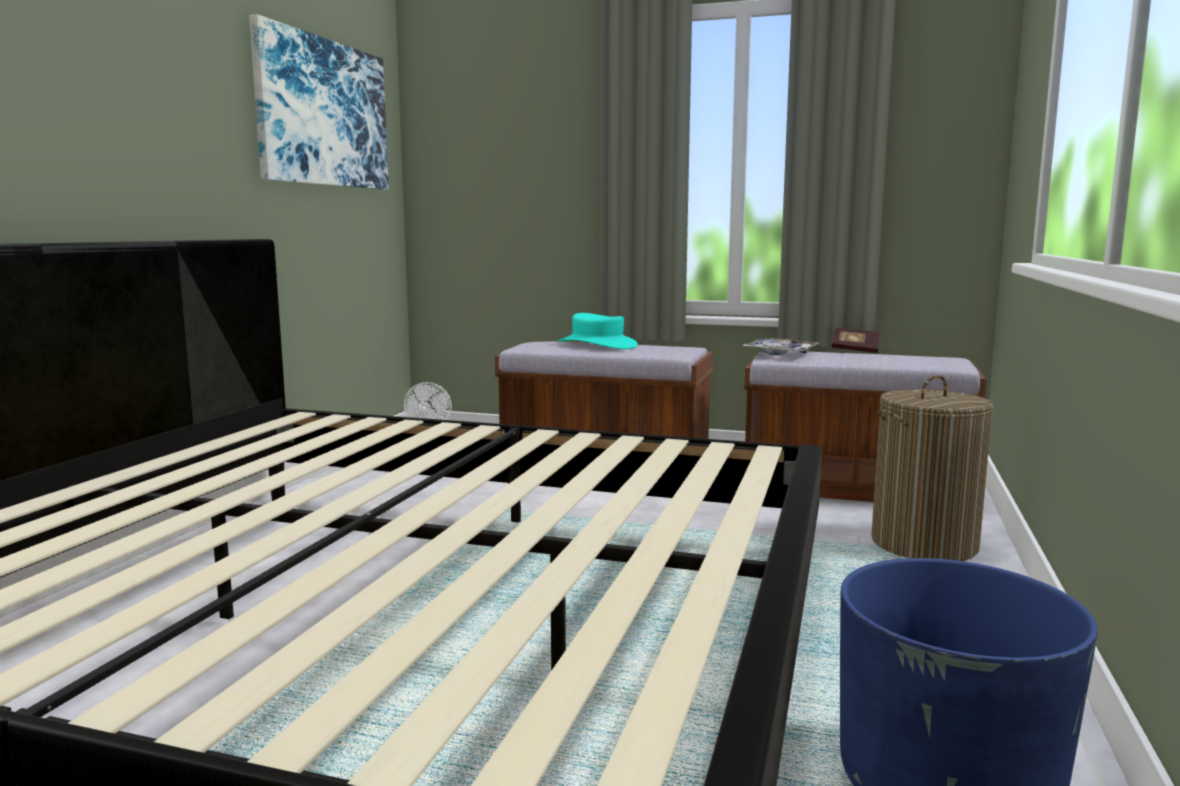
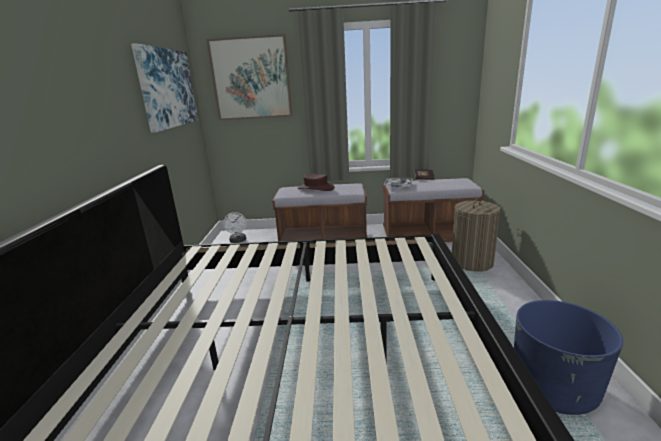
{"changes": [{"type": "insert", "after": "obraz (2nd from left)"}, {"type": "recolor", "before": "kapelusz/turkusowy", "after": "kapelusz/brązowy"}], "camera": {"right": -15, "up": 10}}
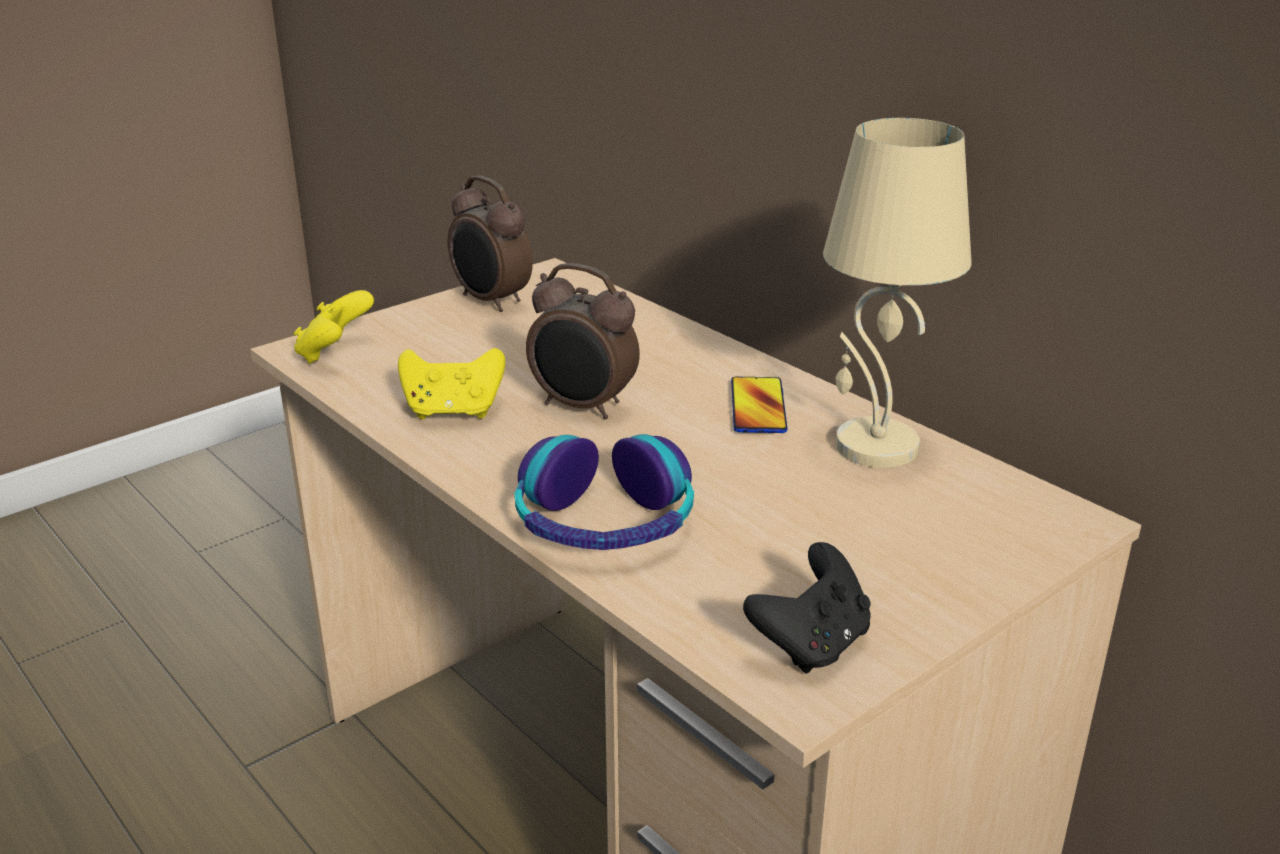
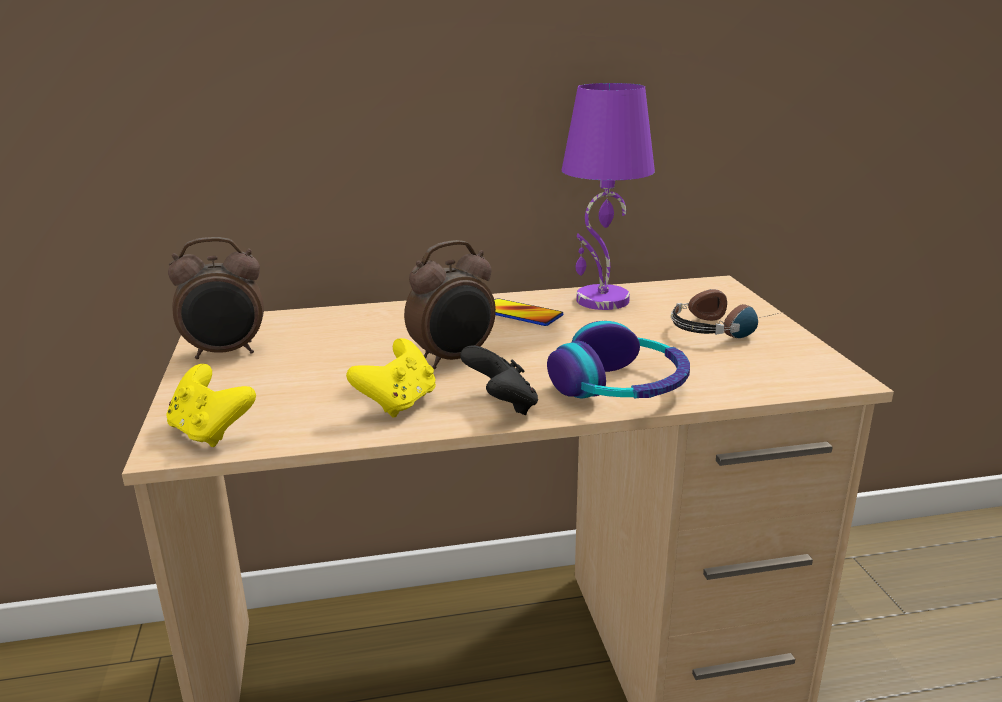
{"changes": [{"type": "move", "before": "pad do gier/czarny"}, {"type": "recolor", "before": "lampa stołowa/beżowy", "after": "lampa stołowa/fioletowy"}, {"type": "insert", "after": "słuchawki (2nd from left)"}], "camera": {"right": -60, "up": -5}}
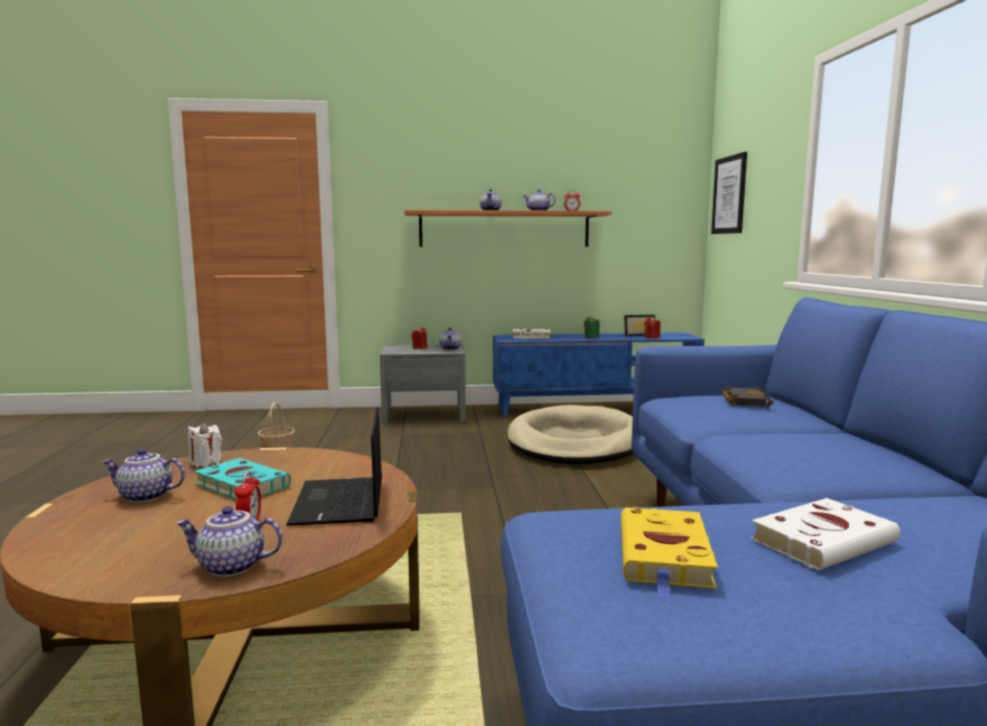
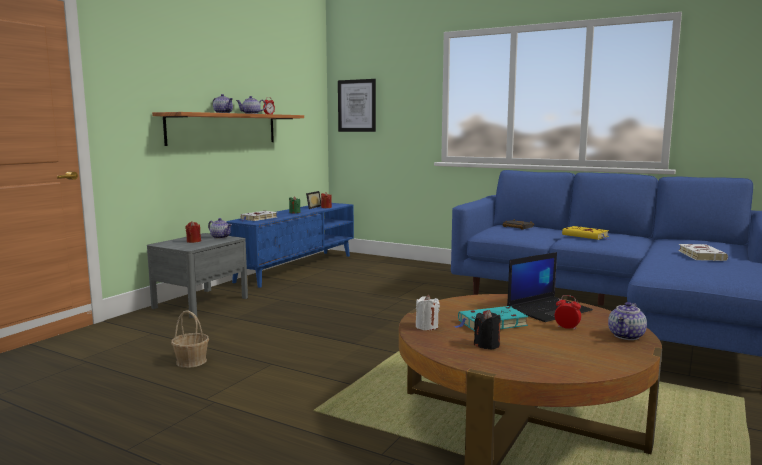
{"changes": [{"type": "replace", "before": "imbryk (1st from left)", "after": "świeca/czarny"}, {"type": "rotate", "before": "laptop", "turn": -60}, {"type": "move", "before": "książka/żółty"}, {"type": "delete", "before": "legowisko/beżowy"}], "camera": {"right": -55, "up": 0}}
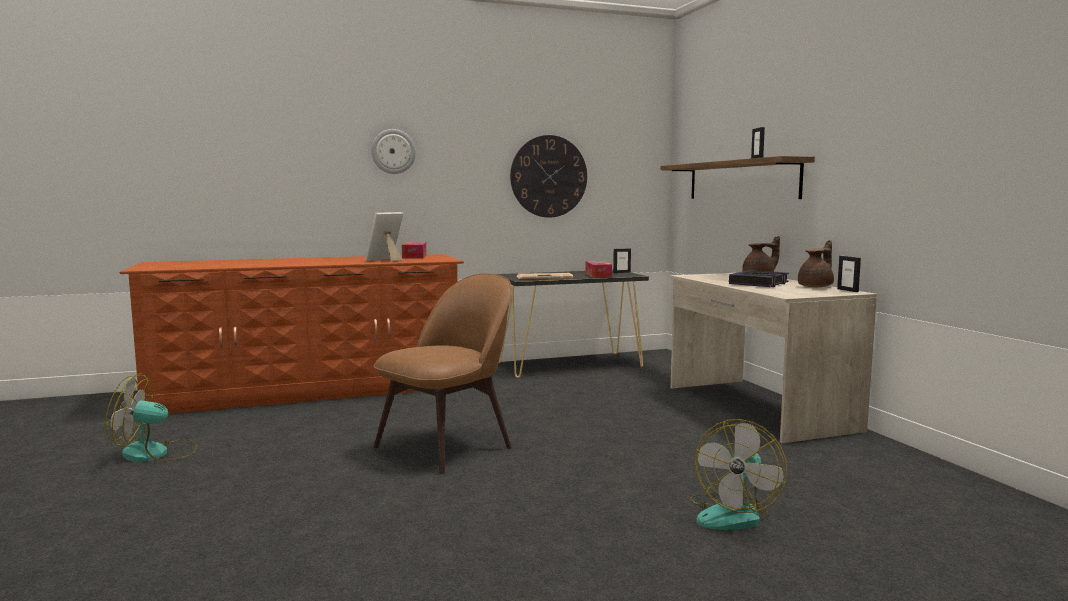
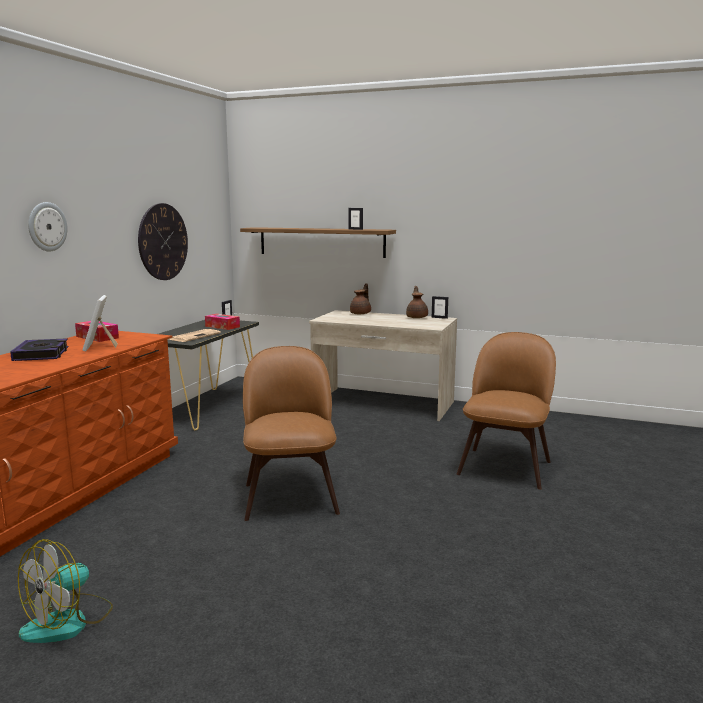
{"changes": [{"type": "move", "before": "książka"}, {"type": "replace", "before": "wentylator (2nd from left)", "after": "krzesło/brązowy (2nd from left)"}], "camera": {"right": -50, "up": 5}}
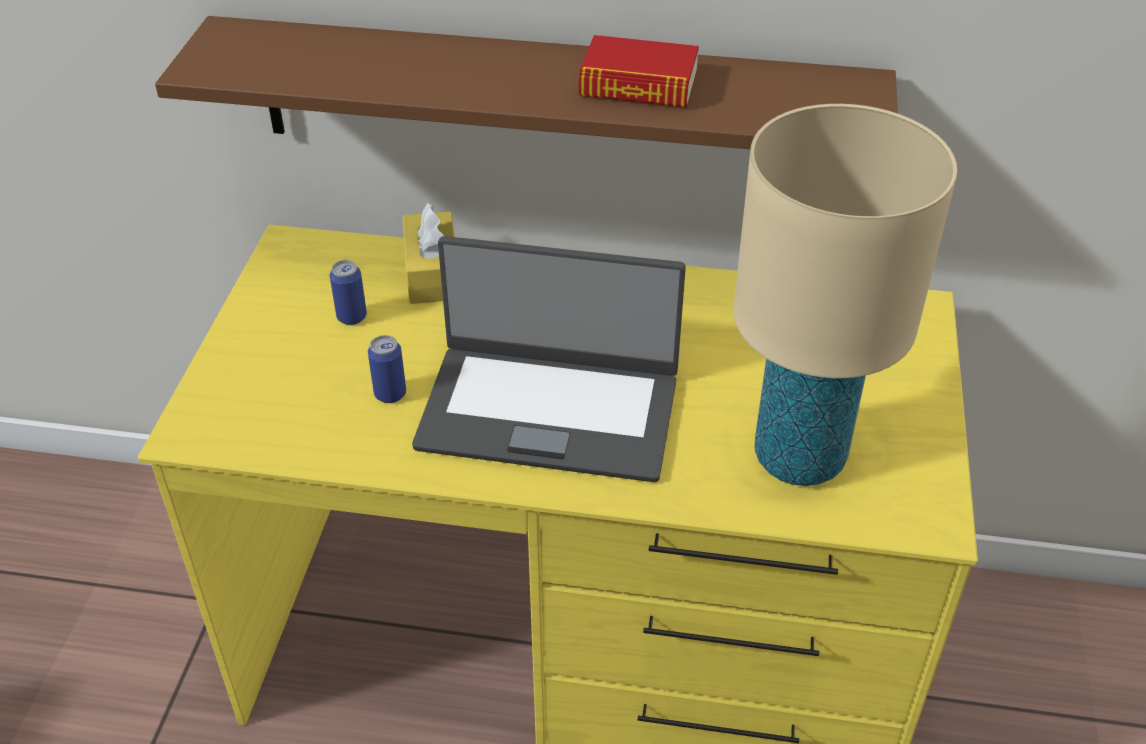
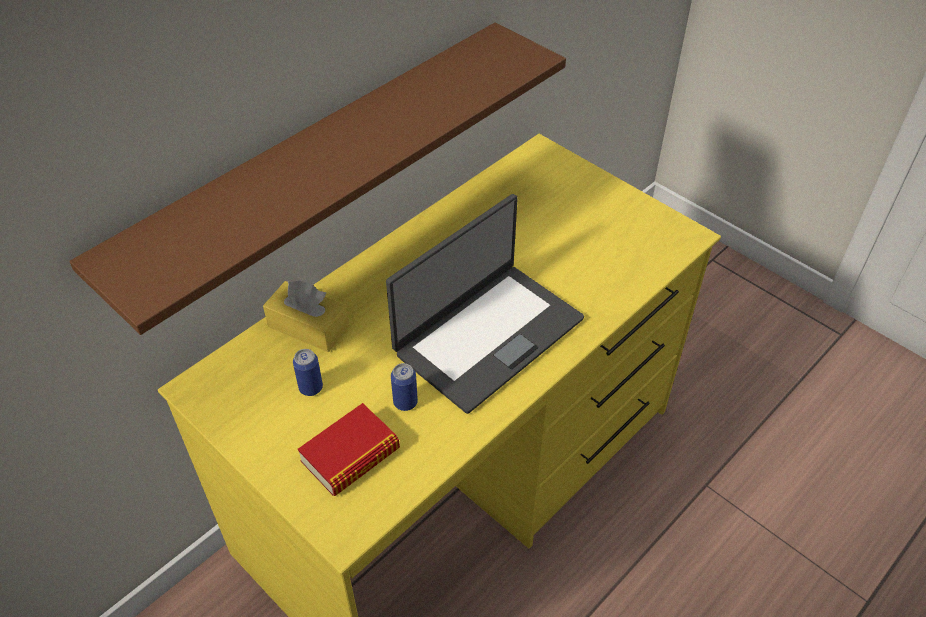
{"changes": [{"type": "move", "before": "książka"}, {"type": "delete", "before": "lampa stołowa/beżowy"}], "camera": {"right": -55, "up": 5}}
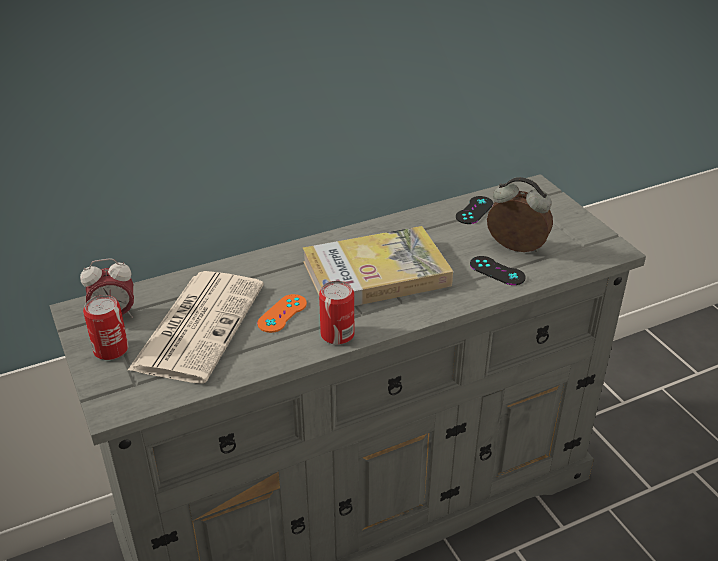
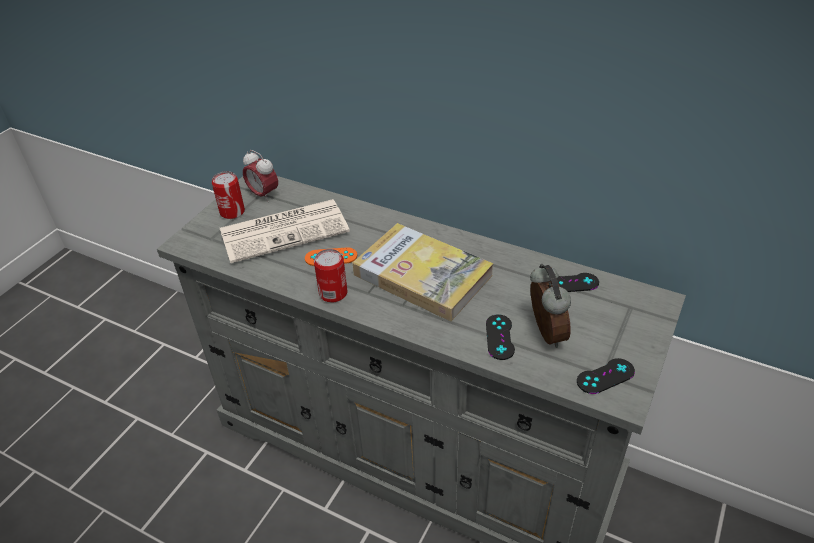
{"changes": [{"type": "insert", "after": "pad do gier/czarny (3rd from left)"}], "camera": {"right": 55, "up": 5}}
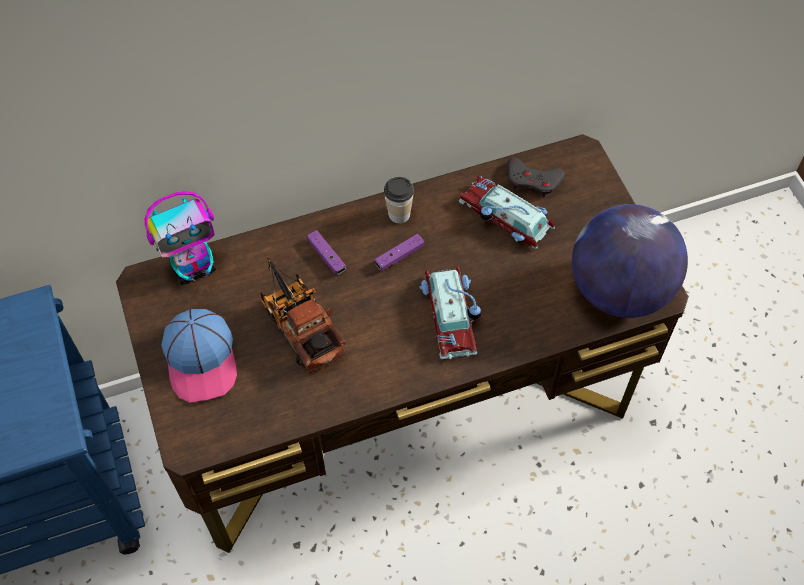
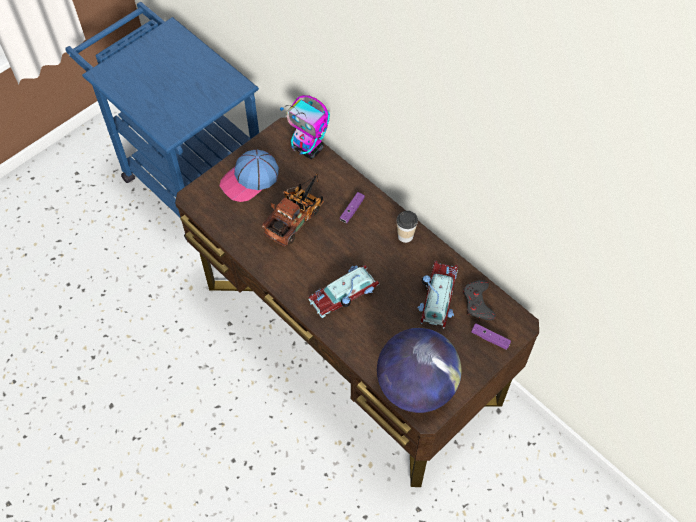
{"changes": [{"type": "move", "before": "pad do gier/fioletowy (2nd from left)"}], "camera": {"right": 65, "up": 0}}
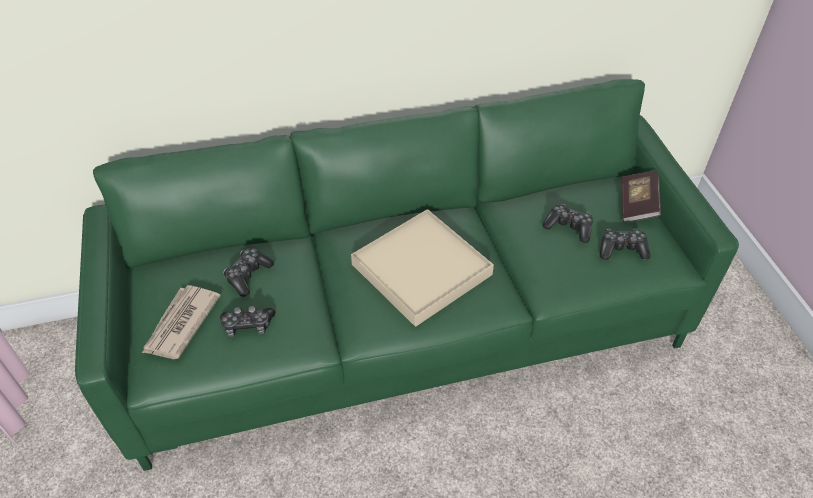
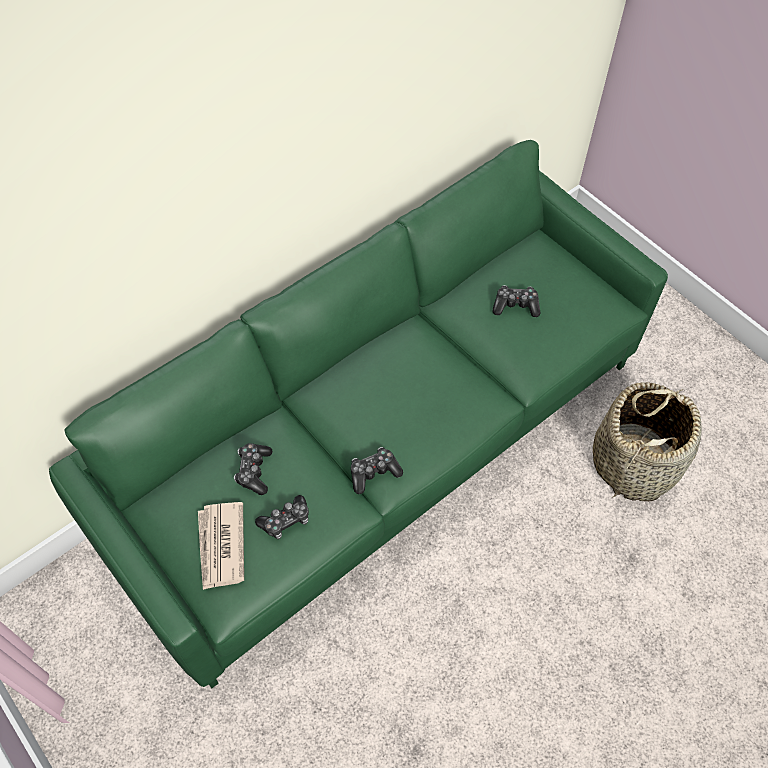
{"changes": [{"type": "move", "before": "pad do gier (4th from left in the first image)", "after": "pad do gier (3rd from left)"}, {"type": "insert", "after": "koszyk"}, {"type": "delete", "before": "taca/beżowy"}, {"type": "delete", "before": "książka"}], "camera": {"right": -25, "up": 10}}
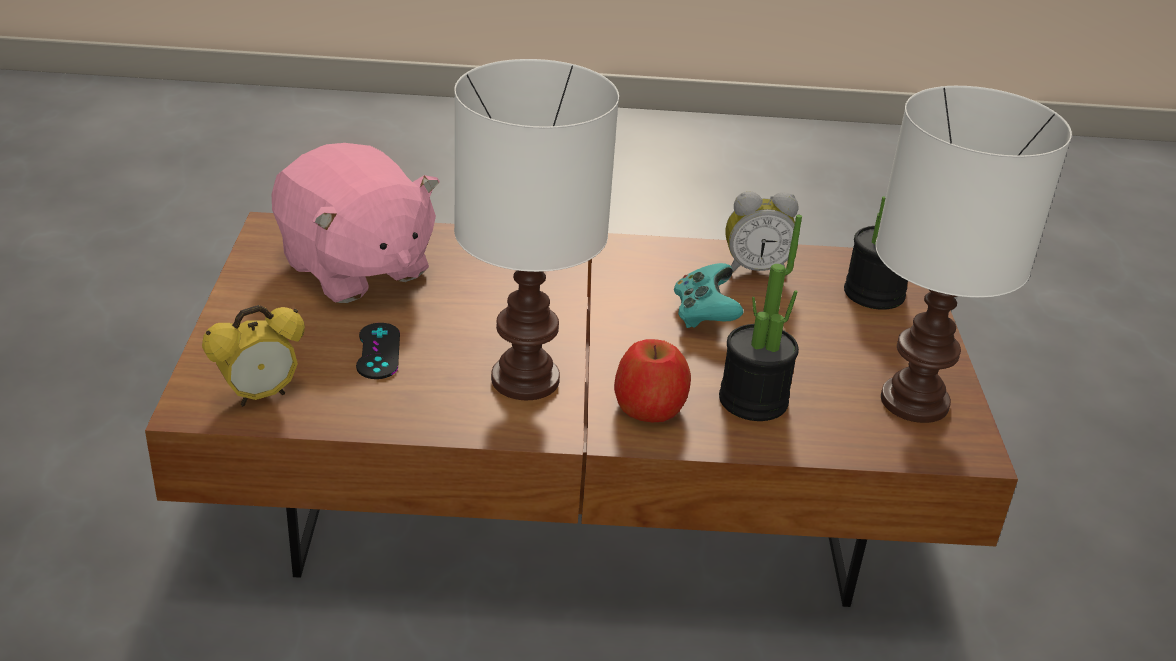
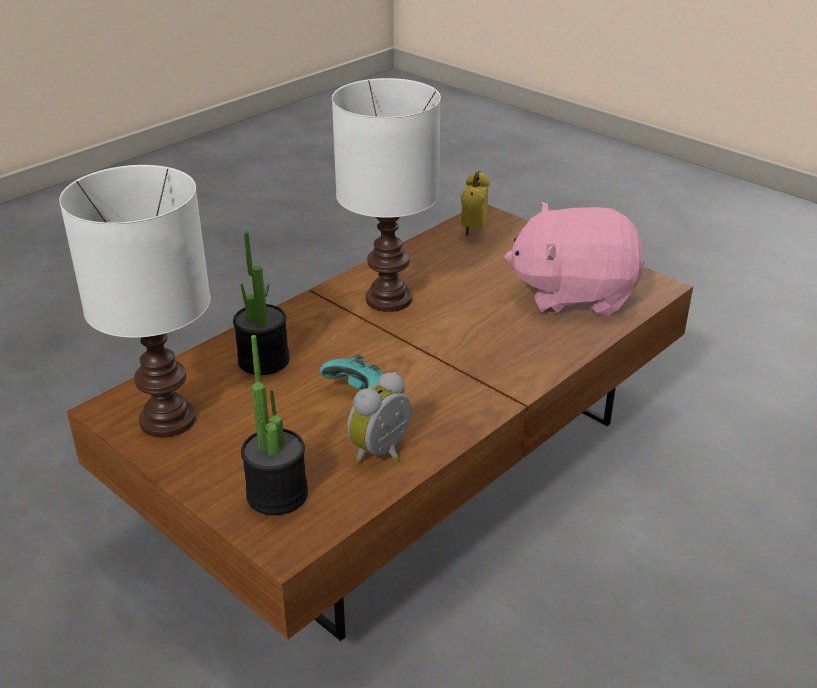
{"changes": [{"type": "delete", "before": "pad do gier/czarny"}, {"type": "delete", "before": "jabłko"}], "camera": {"right": 135, "up": 0}}
